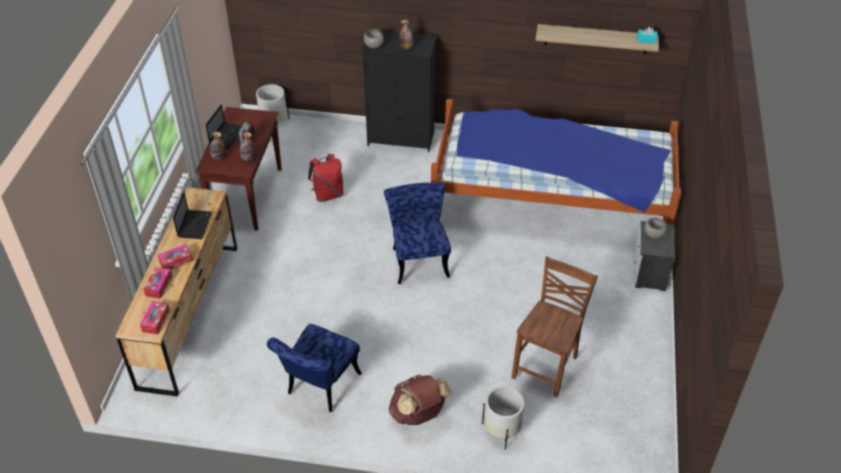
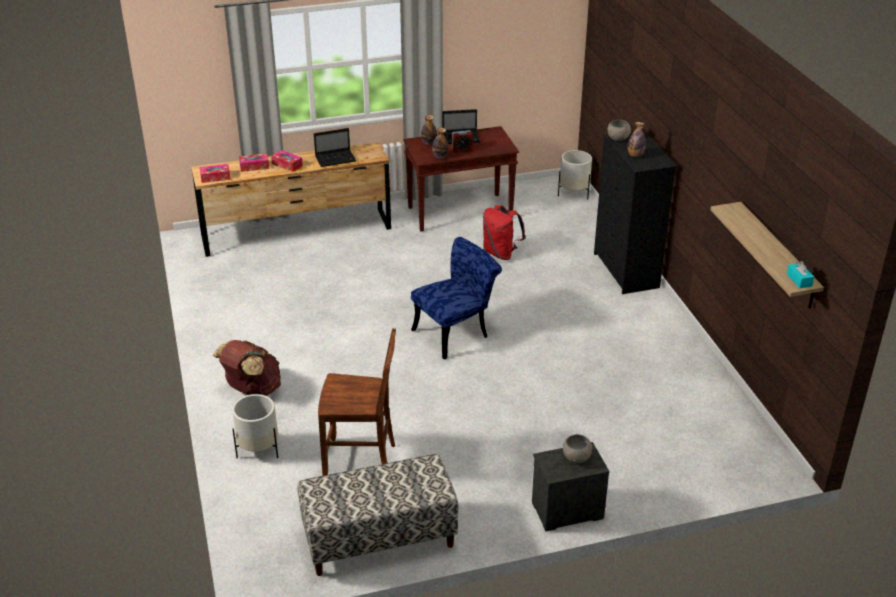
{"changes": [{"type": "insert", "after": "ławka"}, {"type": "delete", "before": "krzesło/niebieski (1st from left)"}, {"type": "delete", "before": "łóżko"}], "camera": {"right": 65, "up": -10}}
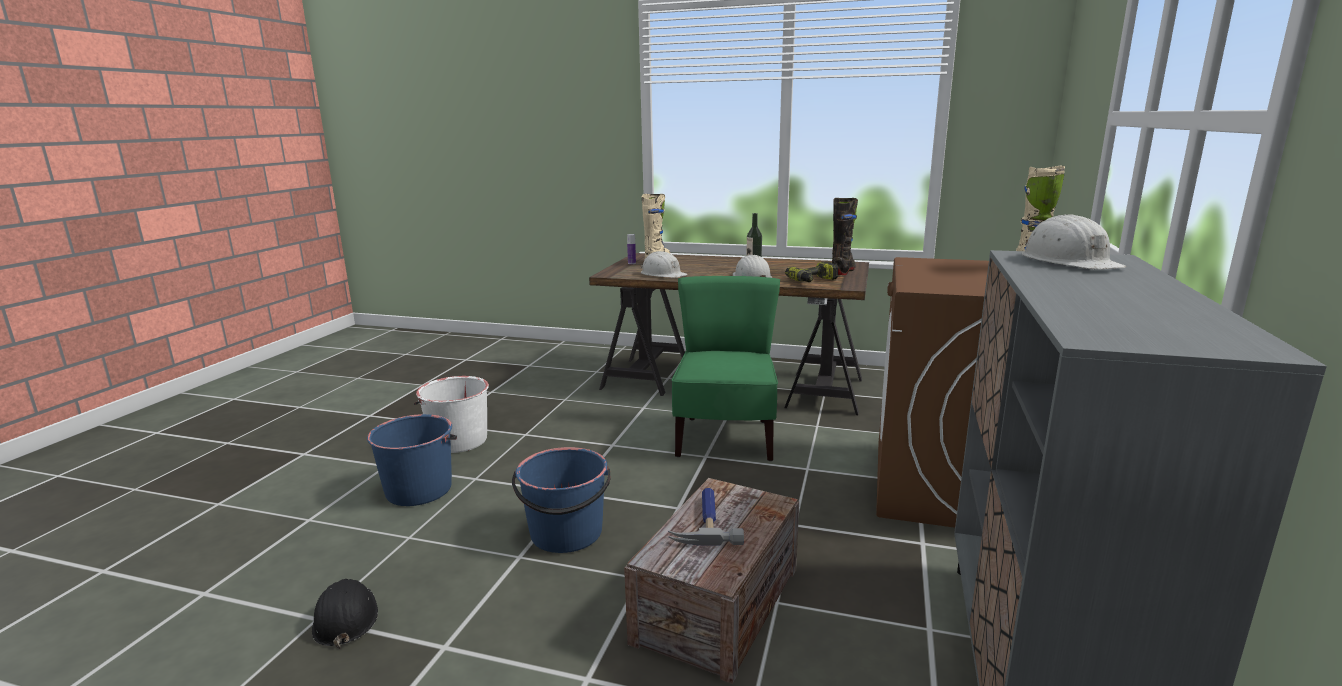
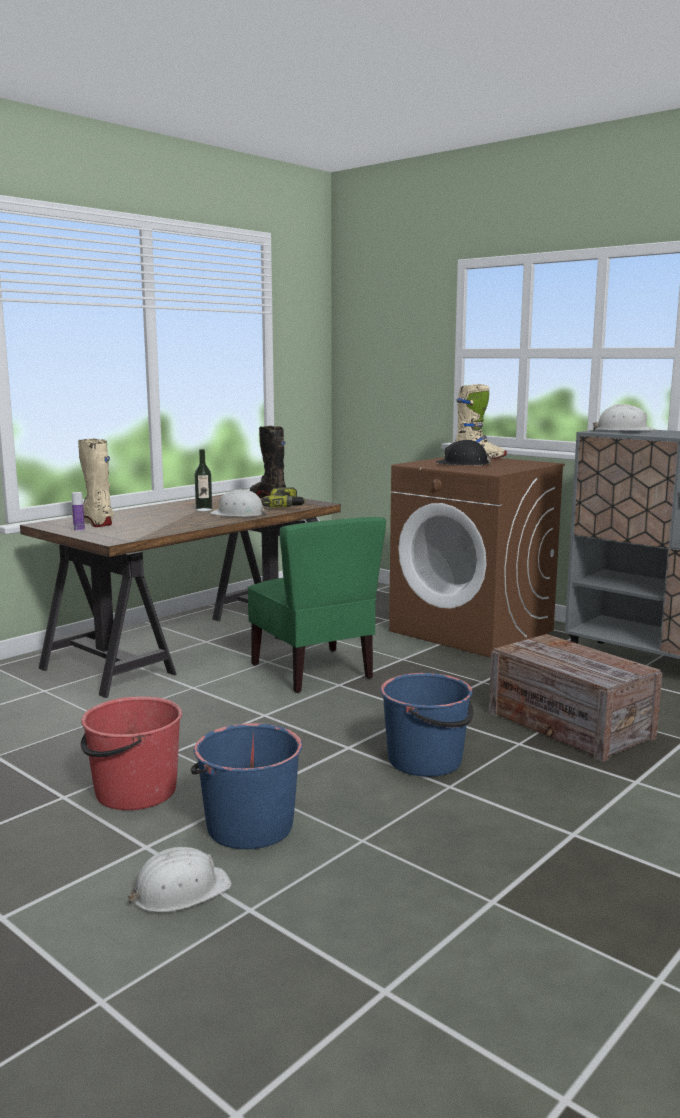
{"changes": [{"type": "recolor", "before": "wiadro/biały", "after": "wiadro/czerwony"}, {"type": "move", "before": "kask/biały (1st from left)"}, {"type": "rotate", "before": "krzesło/zielony", "turn": -150}, {"type": "move", "before": "kask/czarny"}, {"type": "delete", "before": "młotek"}], "camera": {"right": -65, "up": -5}}
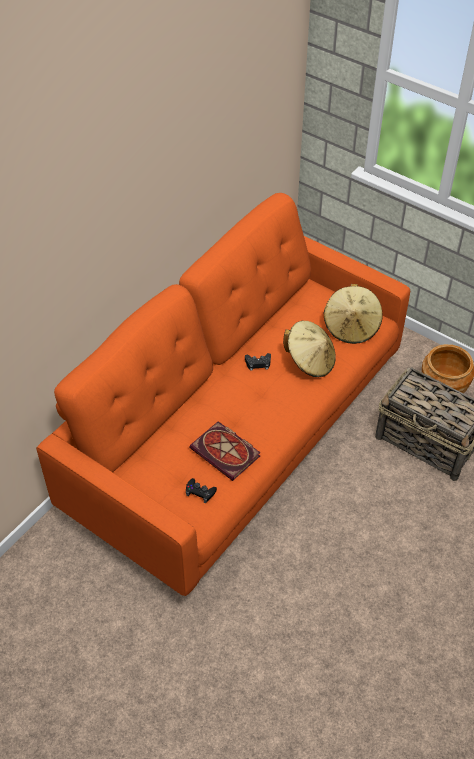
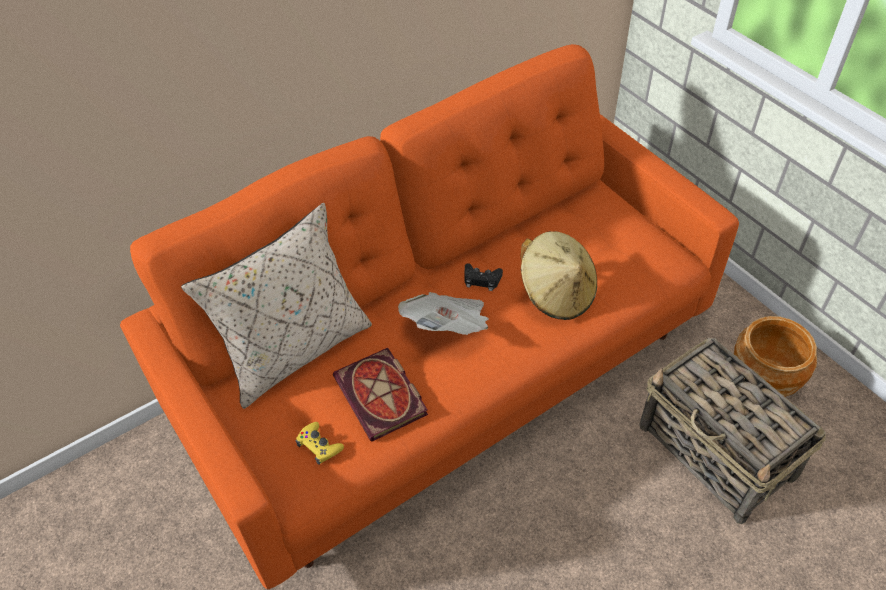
{"changes": [{"type": "insert", "after": "poduszka/beżowy"}, {"type": "recolor", "before": "pad do gier/czarny (1st from left)", "after": "pad do gier/żółty"}, {"type": "insert", "after": "gazeta"}, {"type": "delete", "before": "kapelusz/beżowy (2nd from left)"}], "camera": {"right": 20, "up": 0}}
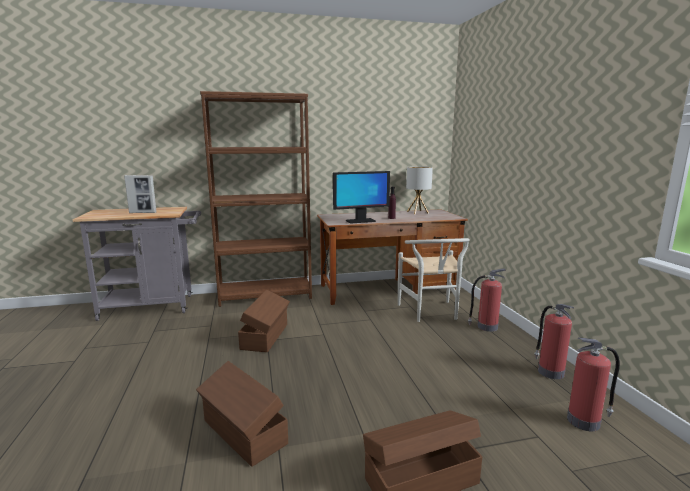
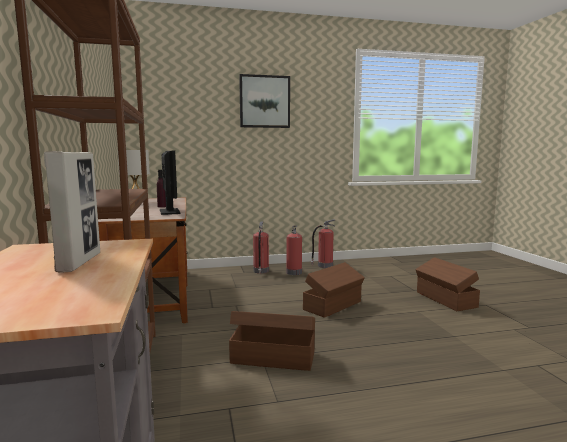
{"changes": [{"type": "insert", "after": "obraz"}, {"type": "move", "before": "gaśnica (3rd from left in the first image)", "after": "gaśnica (2nd from left)"}, {"type": "move", "before": "pojemnik do przechowywania/brązowy (1st from left in the first image)", "after": "pojemnik do przechowywania/brązowy (2nd from left)"}, {"type": "delete", "before": "krzesło/biały"}], "camera": {"right": -90, "up": -5}}
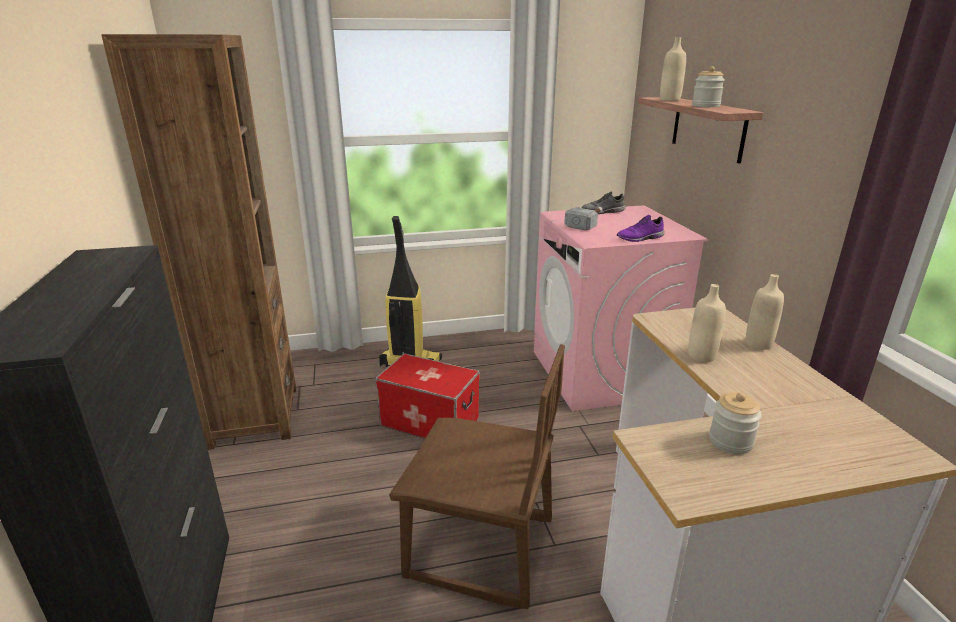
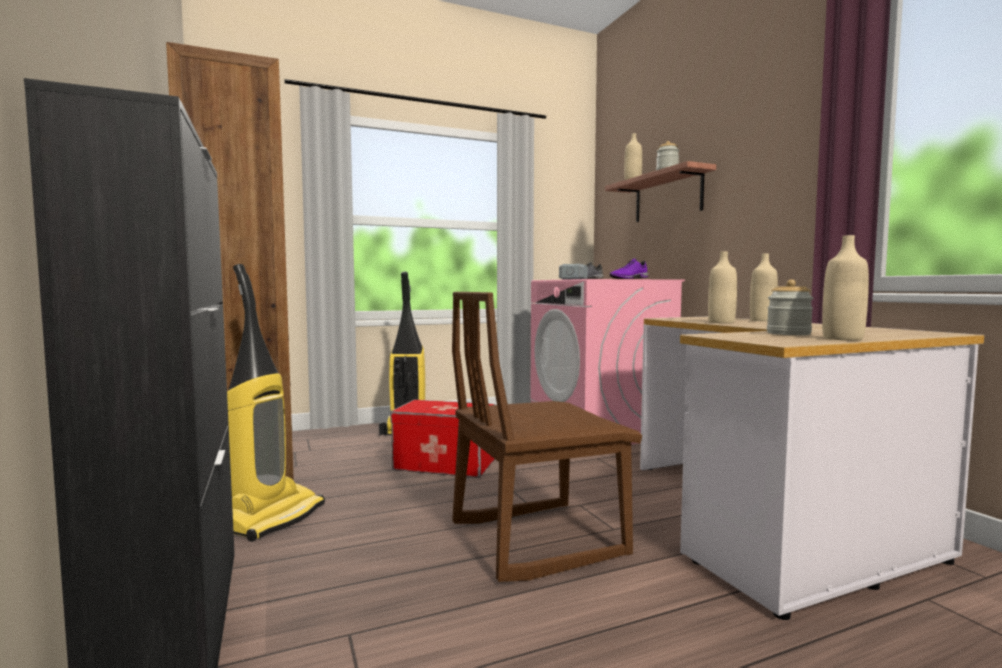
{"changes": [{"type": "insert", "after": "odkurzacz (1st from left)"}, {"type": "rotate", "before": "krzesło/brązowy", "turn": 150}, {"type": "insert", "after": "butelka/beżowy (4th from left)"}], "camera": {"right": -10, "up": -20}}
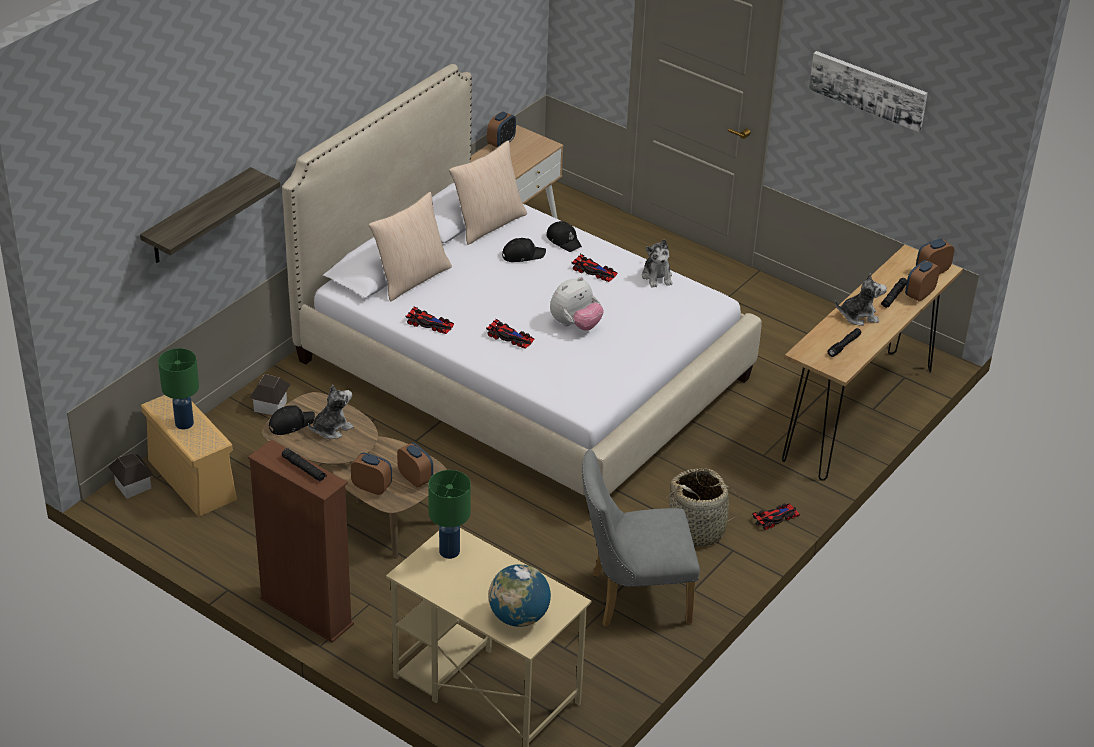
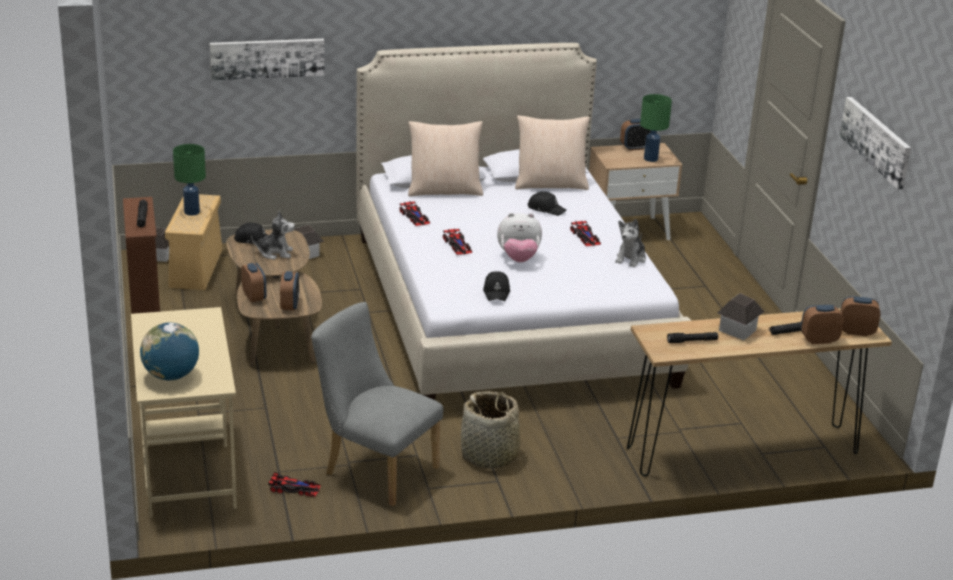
{"changes": [{"type": "replace", "before": "półka", "after": "obraz (1st from left)"}, {"type": "move", "before": "samochodzik (4th from left in the first image)", "after": "samochodzik (1st from left)"}, {"type": "move", "before": "czapka z daszkiem/czarny (3rd from left in the first image)", "after": "czapka z daszkiem/czarny (2nd from left)"}, {"type": "move", "before": "lampa stołowa/zielony (2nd from left)"}, {"type": "replace", "before": "pluszak (4th from left)", "after": "domek (3rd from left)"}], "camera": {"right": 40, "up": -10}}
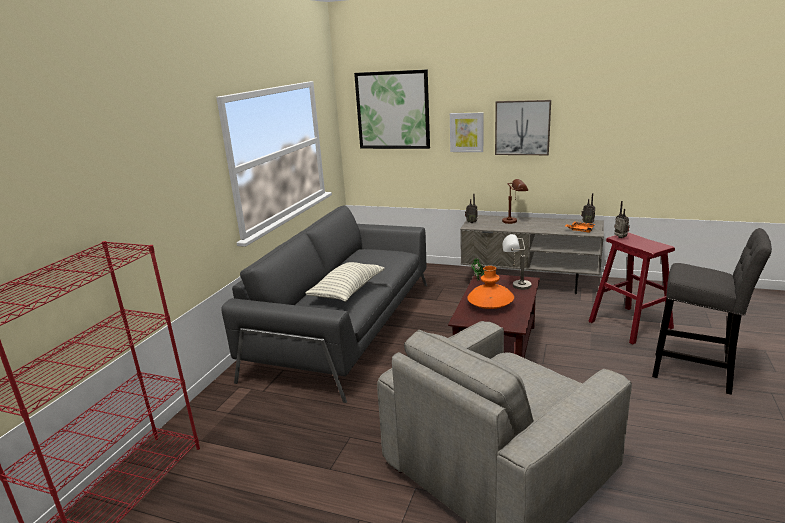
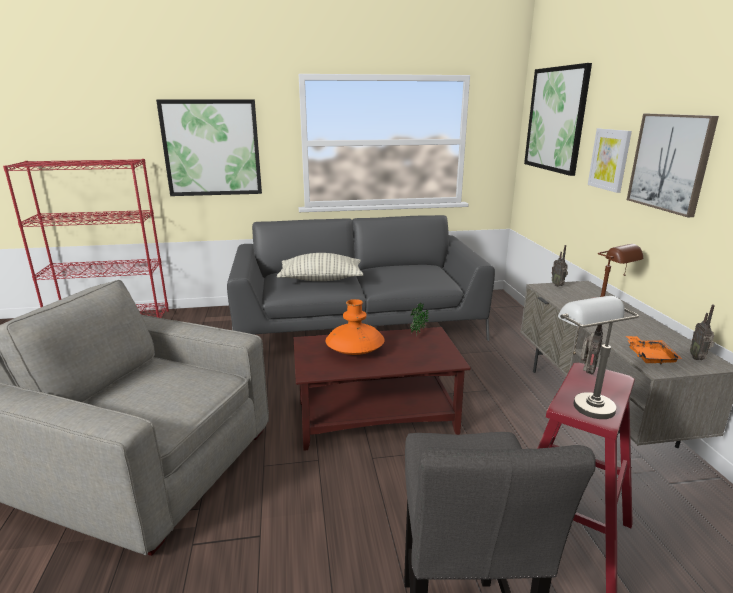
{"changes": [{"type": "insert", "after": "obraz (1st from left)"}, {"type": "move", "before": "lampa stołowa/szary"}], "camera": {"right": 60, "up": 0}}
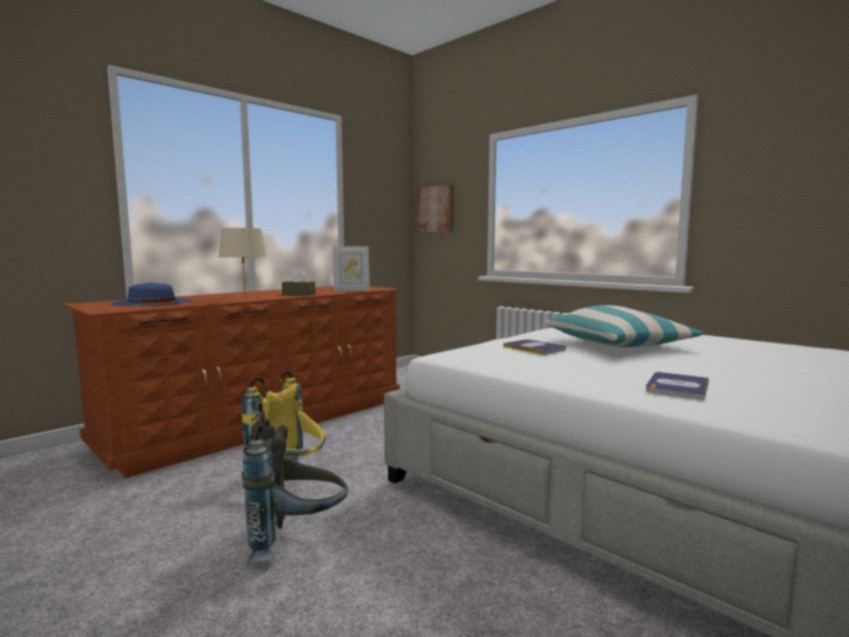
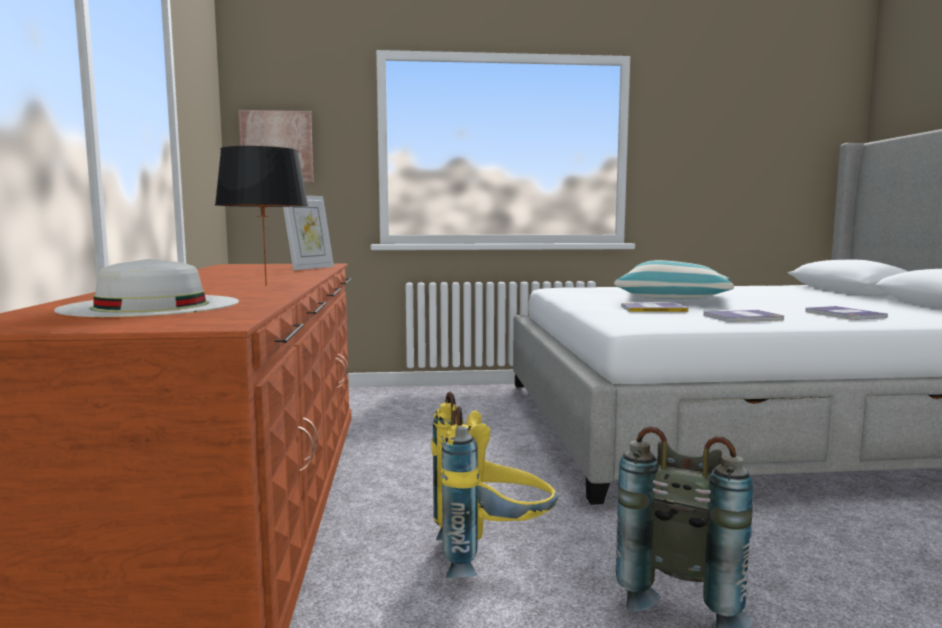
{"changes": [{"type": "recolor", "before": "kapelusz/niebieski", "after": "kapelusz/biały"}, {"type": "recolor", "before": "lampa stołowa/beżowy", "after": "lampa stołowa/czarny"}, {"type": "insert", "after": "książka (2nd from left)"}, {"type": "delete", "before": "pudełko chusteczek/brązowy"}], "camera": {"right": -50, "up": 0}}
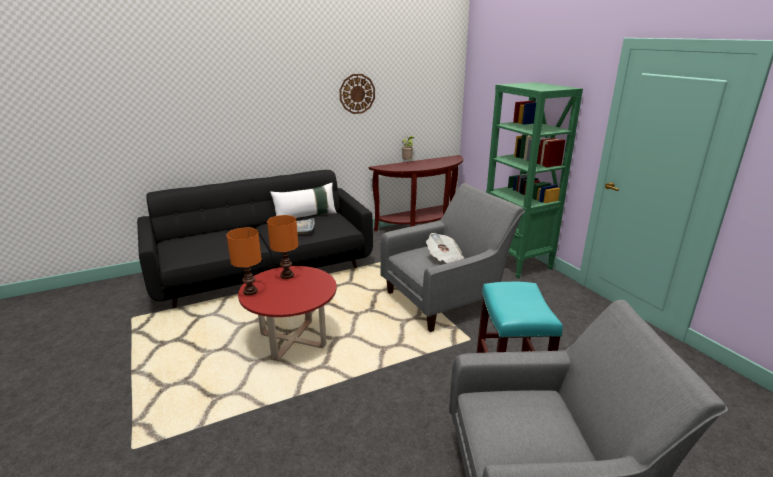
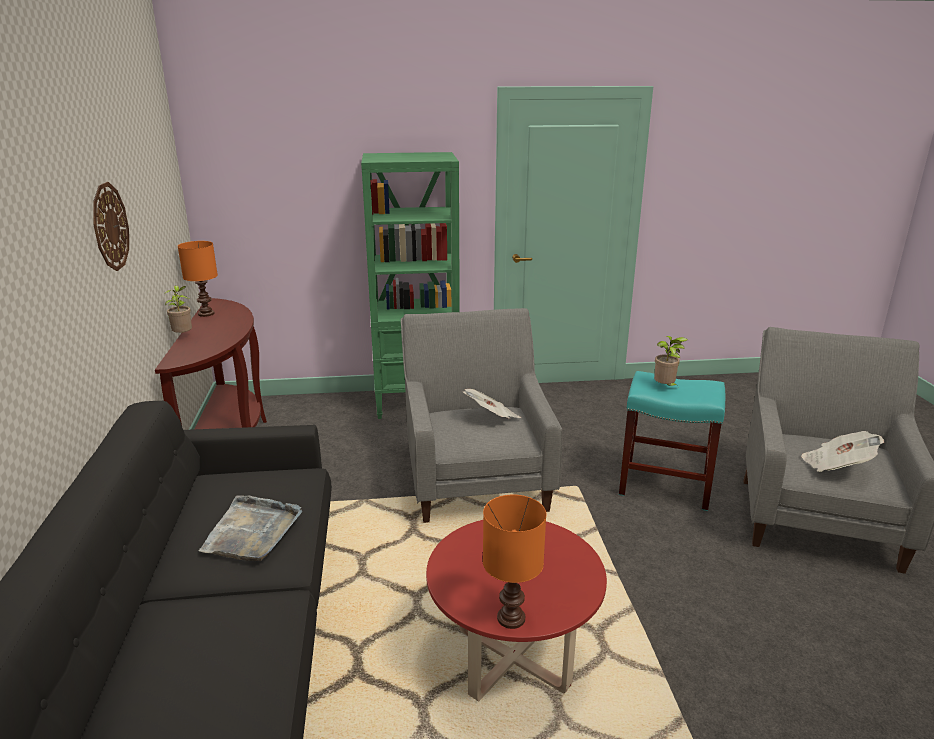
{"changes": [{"type": "move", "before": "lampa stołowa/pomarańczowy (2nd from left in the first image)", "after": "lampa stołowa/pomarańczowy (1st from left)"}, {"type": "insert", "after": "roślina doniczkowa (2nd from left)"}, {"type": "insert", "after": "gazeta (2nd from left)"}, {"type": "delete", "before": "poduszka/biały"}], "camera": {"right": -70, "up": 0}}
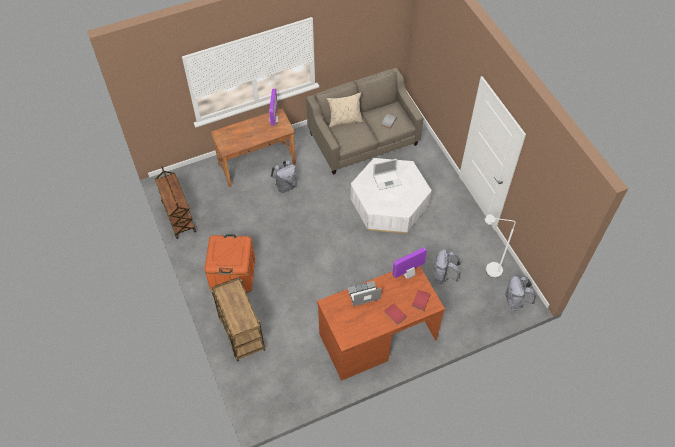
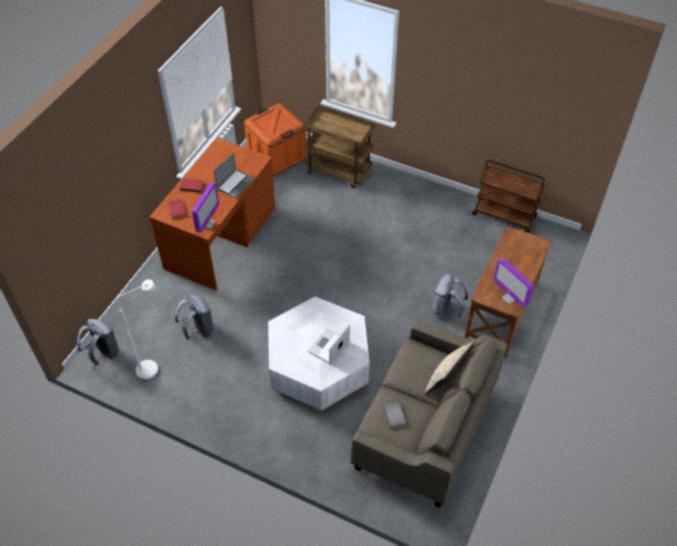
{"changes": [{"type": "move", "before": "pojemnik do przechowywania/pomarańczowy"}], "camera": {"right": 140, "up": -5}}
